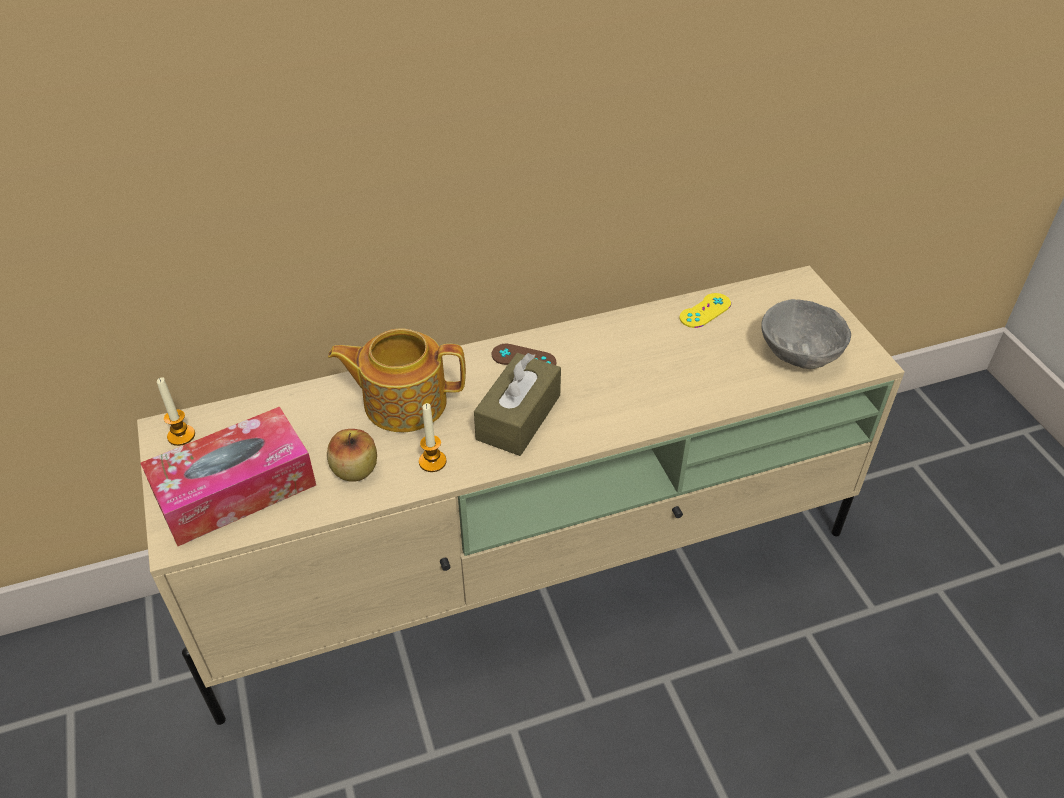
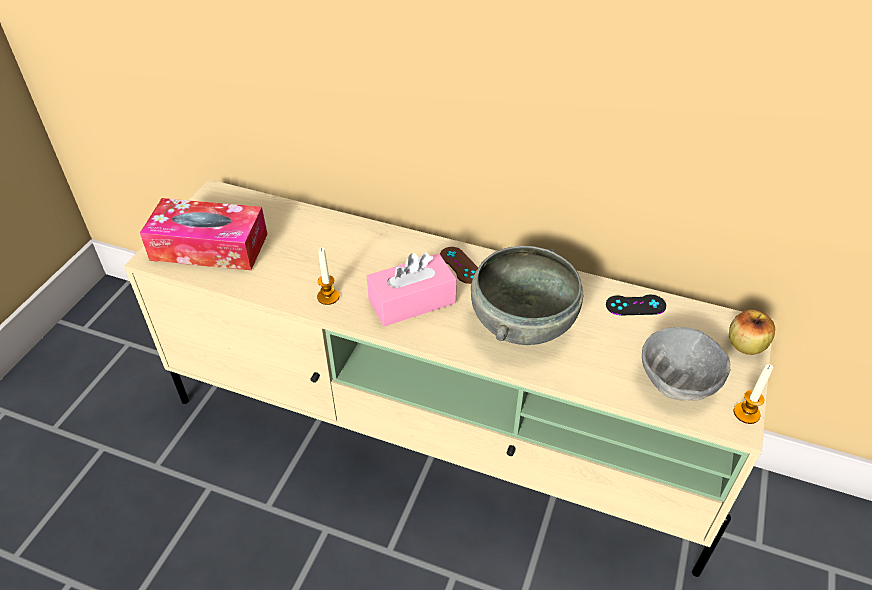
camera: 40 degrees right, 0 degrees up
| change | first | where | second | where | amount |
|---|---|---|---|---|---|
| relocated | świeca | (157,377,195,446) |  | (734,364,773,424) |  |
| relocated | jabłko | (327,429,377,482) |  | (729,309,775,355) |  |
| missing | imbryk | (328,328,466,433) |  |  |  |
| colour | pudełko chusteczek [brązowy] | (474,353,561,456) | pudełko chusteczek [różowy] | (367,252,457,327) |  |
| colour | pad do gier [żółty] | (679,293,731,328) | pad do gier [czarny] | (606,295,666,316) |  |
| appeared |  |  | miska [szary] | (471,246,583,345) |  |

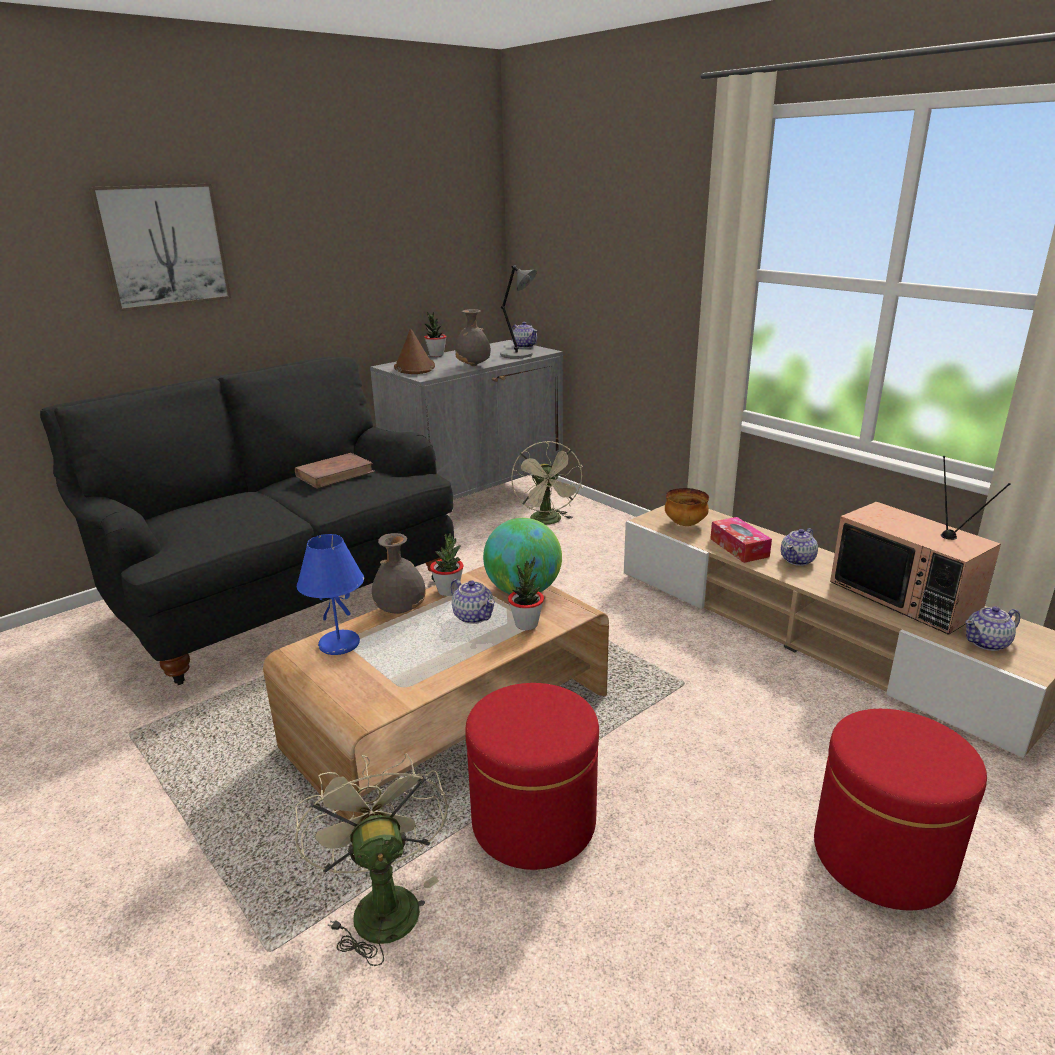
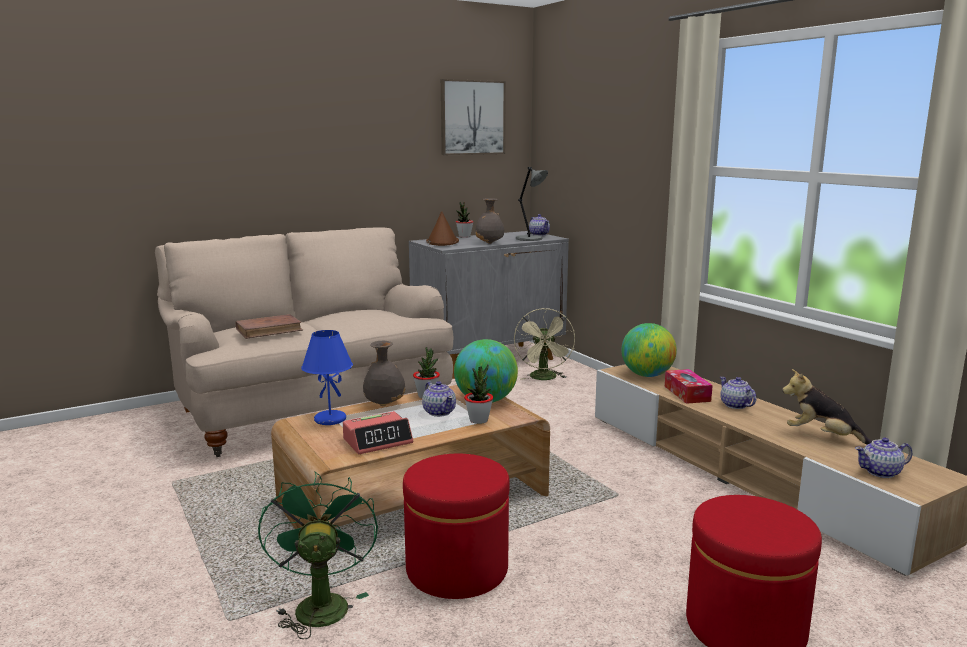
camera: 10 degrees right, 10 degrees down
| change | first | where | second | where | amount |
|---|---|---|---|---|---|
| colour | kanapa [czarny] | (40,357,454,685) | kanapa [beżowy] | (155,227,454,457) |  |
| relocated | obraz | (89,184,231,311) |  | (441,79,506,155) |  |
| relocated | książka [brązowy] | (295,453,375,489) |  | (236,314,303,339) |  |
| colour | wentylator [beżowy] | (295,753,448,966) | wentylator [zielony] | (258,471,378,639) |  |
| exchanged | miska | (665,488,709,526) | globus | (621,323,677,377) |  |
| spun | imbryk | (781,528,818,566) |  | (720,377,757,409) | 105 degrees clockwise |
| exchanged | telewizor | (830,456,1011,635) | pluszak | (782,369,872,445) |  |
| appeared |  |  | budzik | (343,411,413,455) |  |

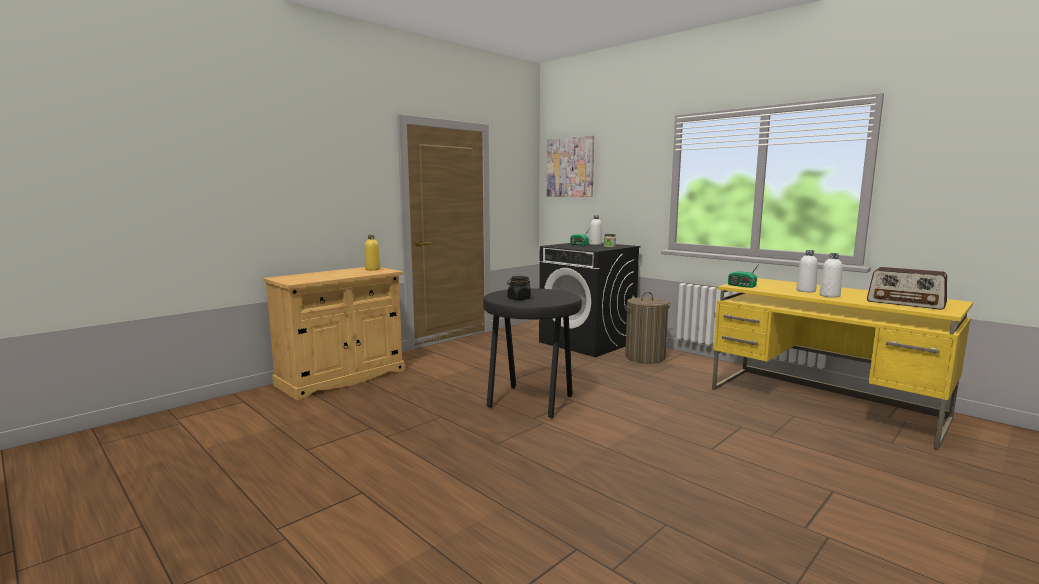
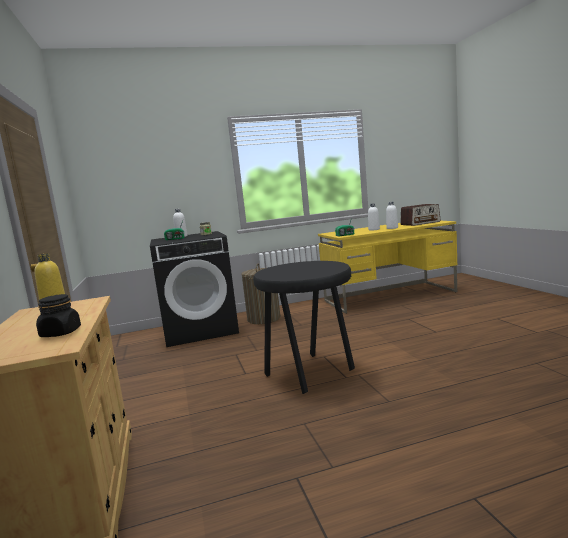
camera: 60 degrees left, 0 degrees up
| change | first | where | second | where | amount |
|---|---|---|---|---|---|
| relocated | słoik [czarny] | (507,276,531,300) |  | (36,294,81,337) |  |
| missing | obraz | (547,135,594,197) |  |  |  |

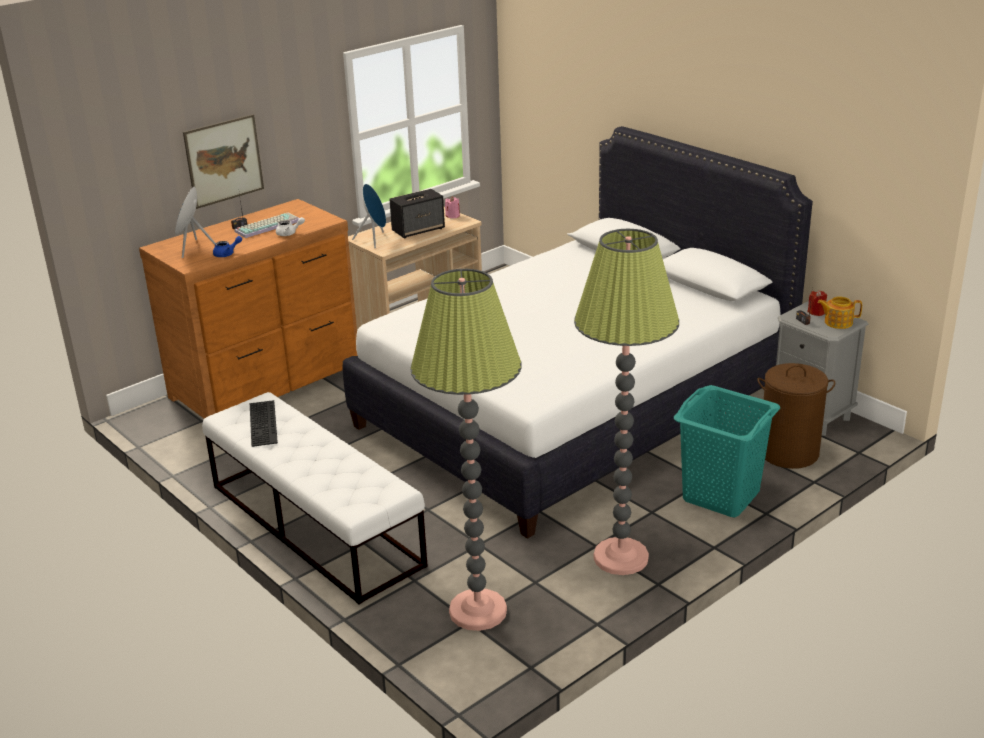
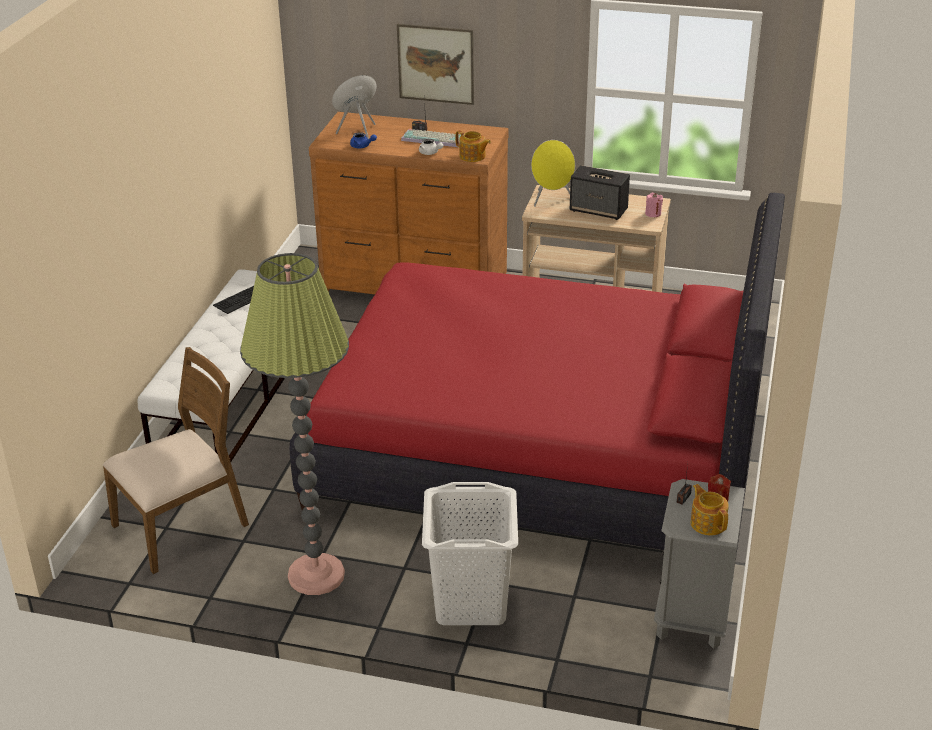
camera: 55 degrees right, 5 degrees up
| change | first | where | second | where | amount |
|---|---|---|---|---|---|
| colour | łóżko [biały] | (343,126,813,539) | łóżko [czerwony] | (290,193,785,561) |  |
| colour | głośnik [niebieski] | (352,184,386,248) | głośnik [żółty] | (531,140,575,207) |  |
| exchanged | lampa stojąca | (410,269,522,631) | krzesło [brązowy] | (103,347,249,574) |  |
| colour | kosz na pranie [turkusowy] | (674,385,780,517) | kosz na pranie [biały] | (422,482,518,625) |  |
| missing | kosz na pranie [brązowy] | (757,363,835,469) |  |  |  |
| appeared |  |  | imbryk | (455,130,491,162) |  |

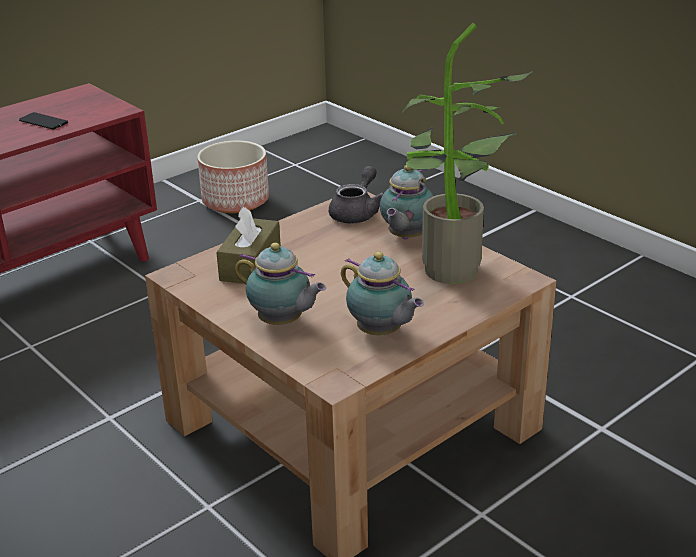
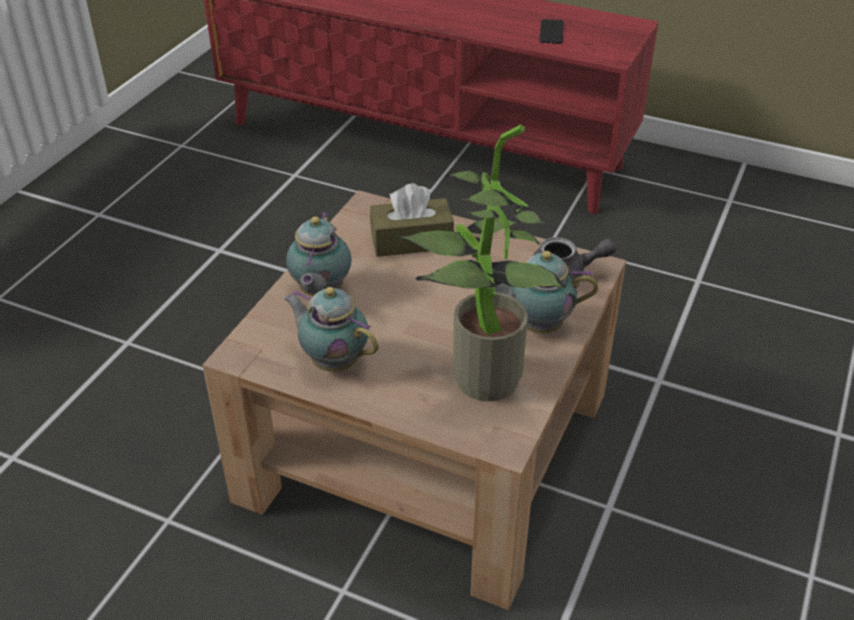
camera: 65 degrees right, 10 degrees up
| change | first | where | second | where | amount |
|---|---|---|---|---|---|
| missing | donica | (197,141,269,213) |  |  |  |
| spun | imbryk | (341,252,424,335) |  | (284,287,379,372) | 105 degrees clockwise |

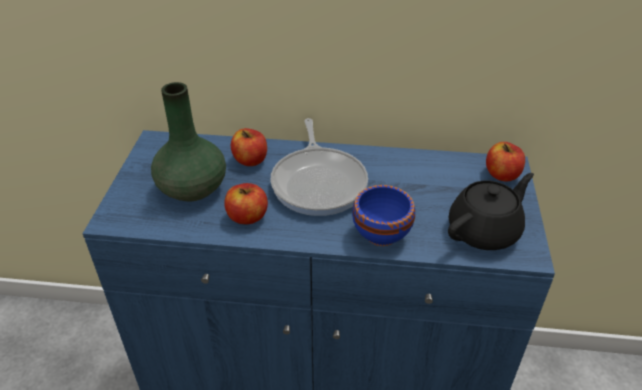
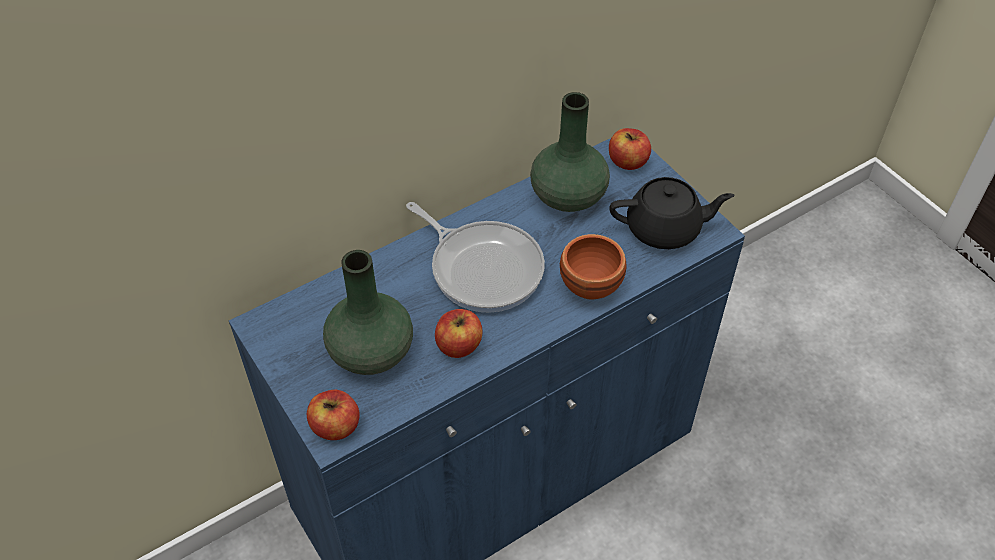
camera: 40 degrees left, 10 degrees up
| change | first | where | second | where | amount |
|---|---|---|---|---|---|
| relocated | jabłko | (231,128,267,166) |  | (307,390,360,440) |  |
| colour | miska [niebieski] | (352,185,415,246) | miska [brązowy] | (560,234,626,300) |  |
| spun | imbryk [czarny] | (448,173,534,250) |  | (609,177,735,249) | 75 degrees clockwise |
| appeared |  |  | wazon [zielony] | (530,92,610,212) |  |

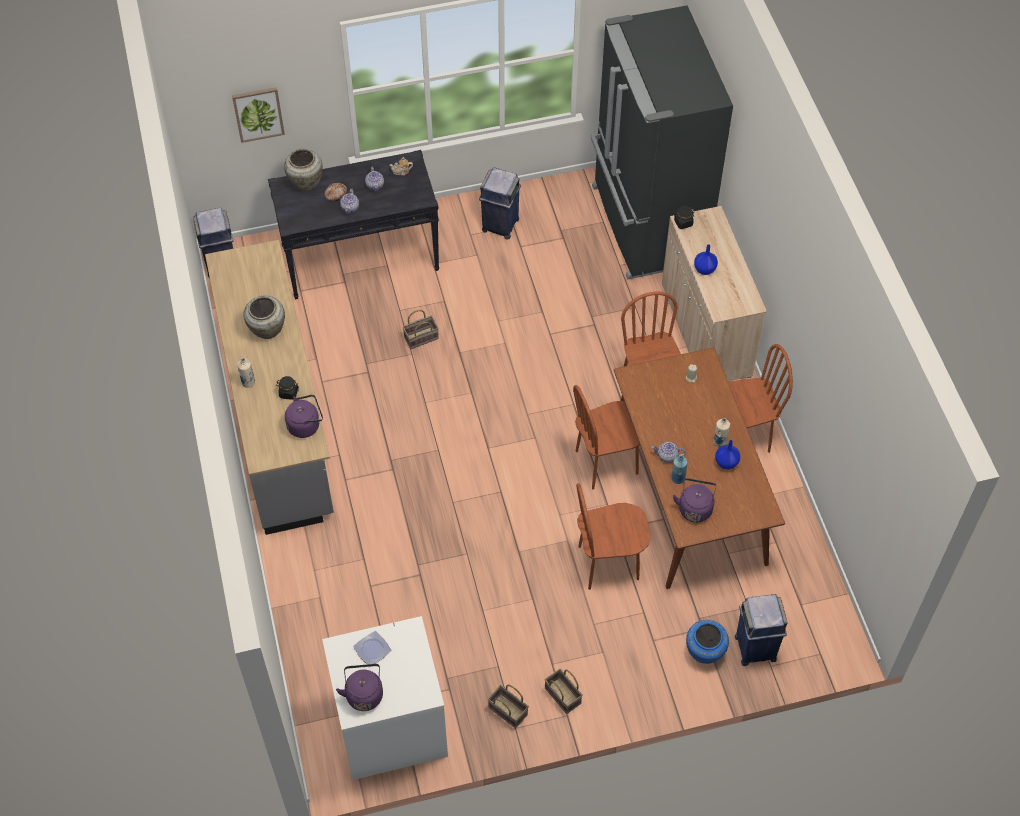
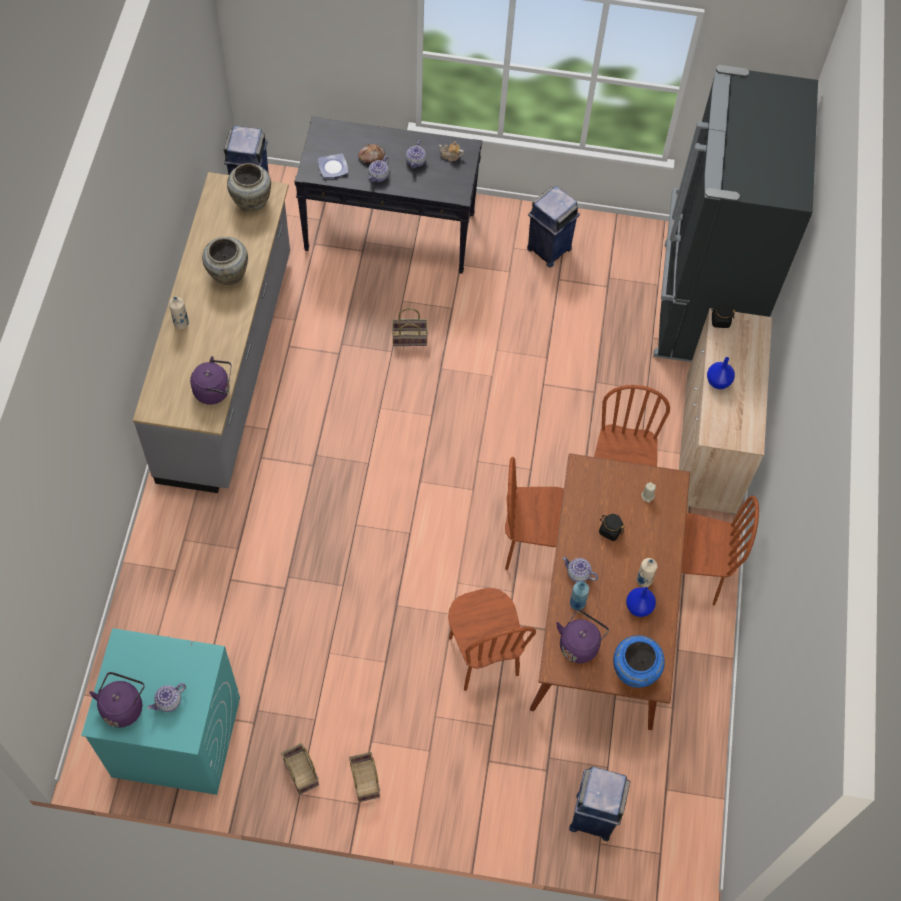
camera: 20 degrees right, 5 degrees up
| change | first | where | second | where | amount |
|---|---|---|---|---|---|
| missing | obraz | (232,87,285,143) |  |  |  |
| relocated | słoik [czarny] | (276,376,299,400) |  | (599,514,624,541) |  |
| relocated | wazon [beżowy] | (284,149,323,192) |  | (227,163,271,212) |  |
| colour | pralka [biały] | (322,616,448,780) | pralka [turkusowy] | (81,628,240,795) |  |
| relocated | talerz | (353,631,391,664) |  | (318,154,348,178) |  |
| spun | krzesło [brązowy] | (576,483,651,590) |  | (448,588,536,691) | 120 degrees counterclockwise |
| relocated | wazon [niebieski] | (686,620,729,664) |  | (613,635,665,688) |  |
| appeared |  |  | imbryk | (148,683,186,712) |  |

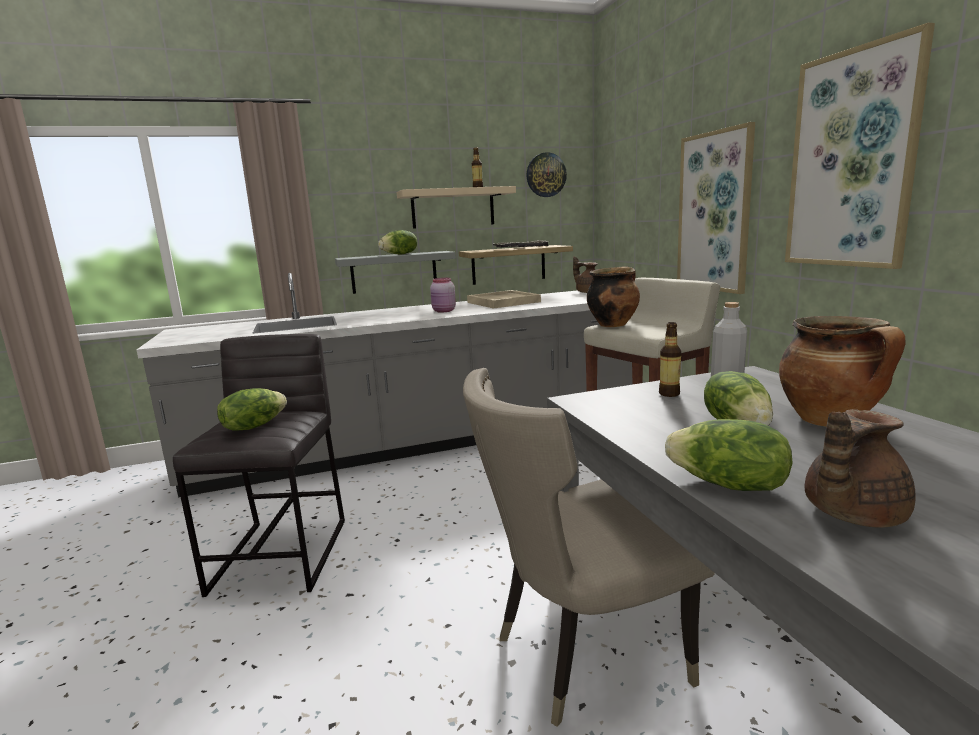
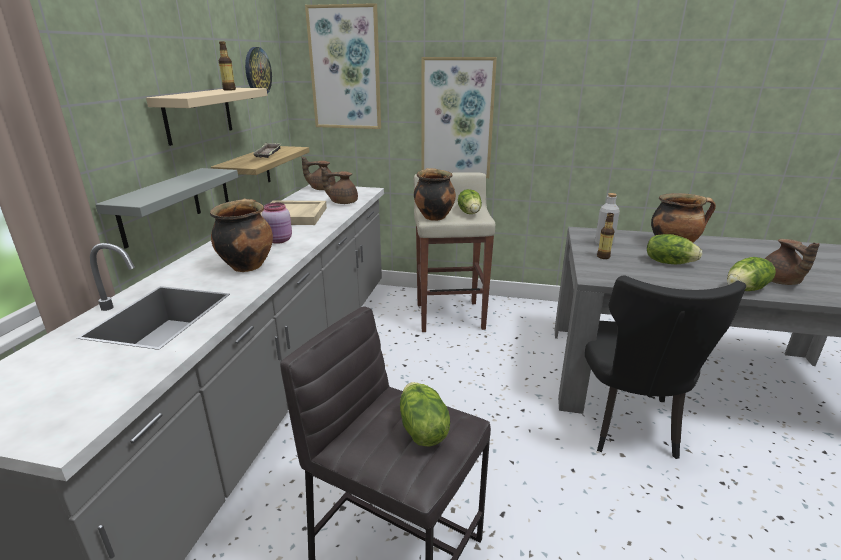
camera: 60 degrees left, 10 degrees up
| change | first | where | second | where | amount |
|---|---|---|---|---|---|
| relocated | sałata | (378,230,417,254) |  | (458,189,482,214) |  |
| colour | krzesło [beżowy] | (463,368,715,727) | krzesło [czarny] | (585,276,746,459) |  |
| relocated | obraz | (785,23,935,269) |  | (305,3,381,129) |  |
| appeared |  |  | garnek | (210,199,273,272) |  |
| appeared |  |  | imbryk [brązowy] | (321,167,358,204) |  |

